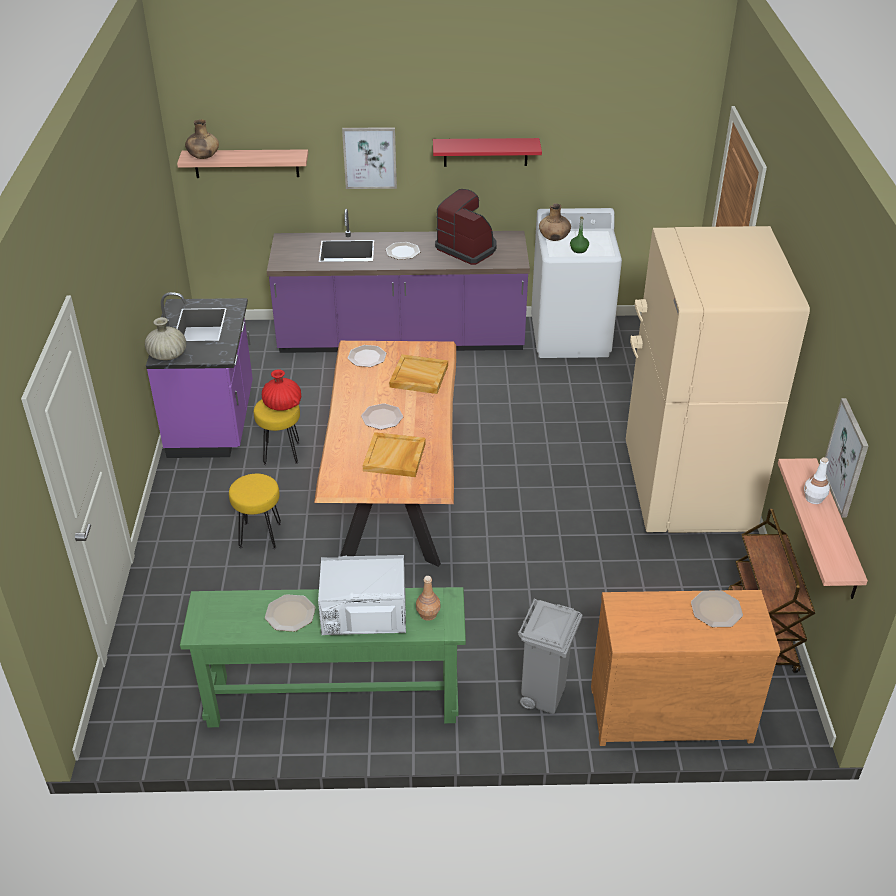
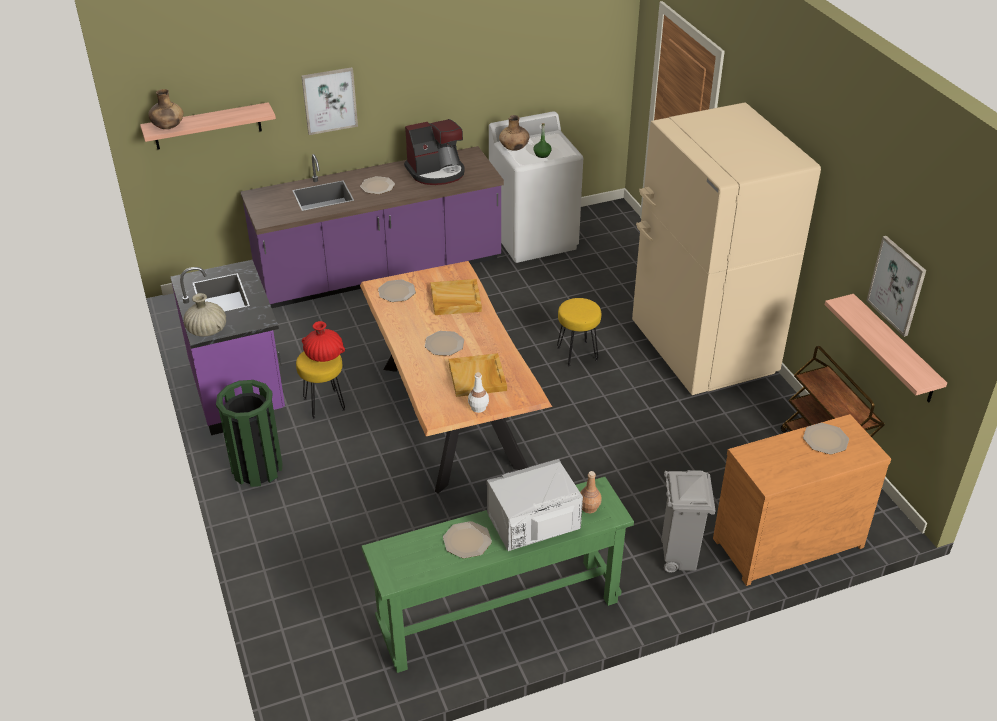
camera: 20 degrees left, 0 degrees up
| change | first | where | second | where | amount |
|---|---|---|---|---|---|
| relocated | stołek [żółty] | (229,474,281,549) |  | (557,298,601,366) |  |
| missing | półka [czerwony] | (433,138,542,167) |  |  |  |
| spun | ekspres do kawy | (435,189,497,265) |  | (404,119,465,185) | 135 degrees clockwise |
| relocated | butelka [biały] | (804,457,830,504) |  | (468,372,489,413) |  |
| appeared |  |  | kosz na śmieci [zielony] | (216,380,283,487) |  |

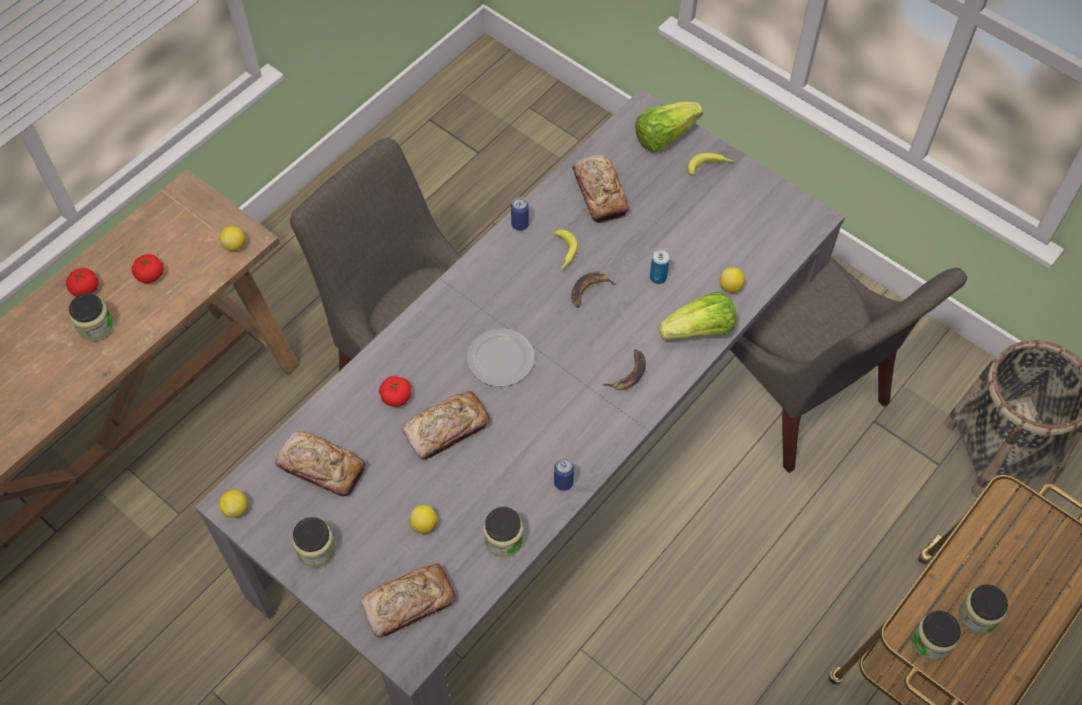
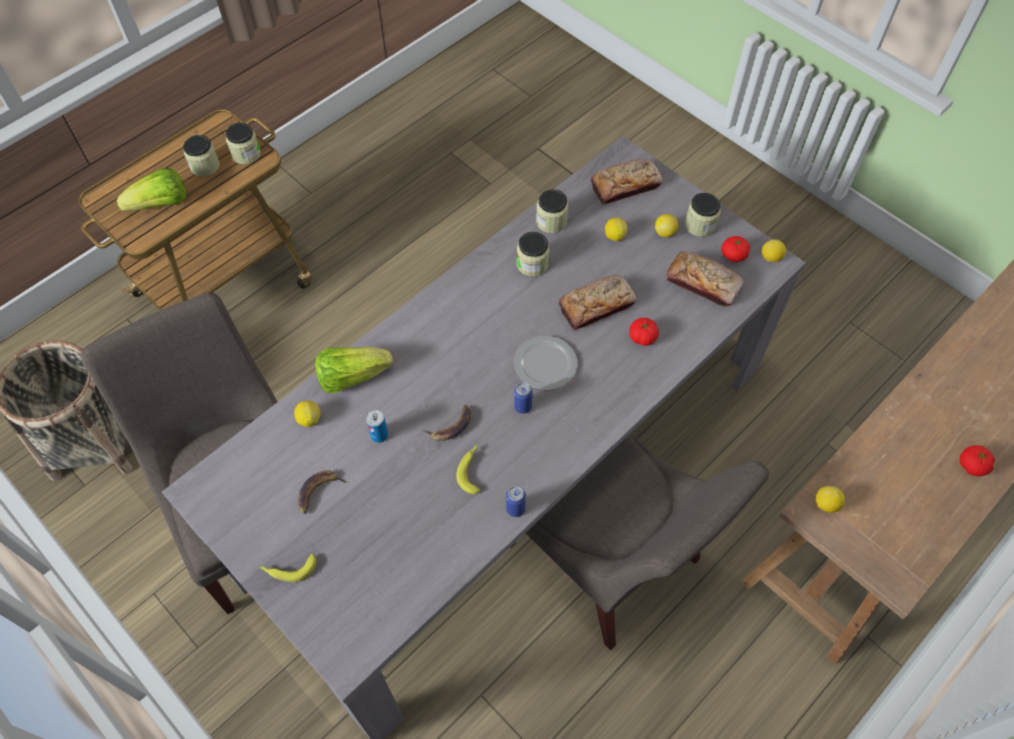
camera: 175 degrees left, 0 degrees up
| change | first | where | second | where | amount |
|---|---|---|---|---|---|
| relocated | słoik | (69,293,114,342) |  | (517,232,550,277) |  |
| relocated | pomidor | (131,254,164,283) |  | (721,236,750,262) |  |
| relocated | puszka | (554,458,574,491) |  | (514,382,533,414) |  |
| missing | chleb | (572,155,629,223) |  |  |  |
| relocated | banan | (602,349,646,390) |  | (298,470,347,514) |  |
| relocated | sałata | (635,102,703,153) |  | (117,168,187,211) |  |
| appeared |  |  | cytryna | (655,214,678,237) |  |

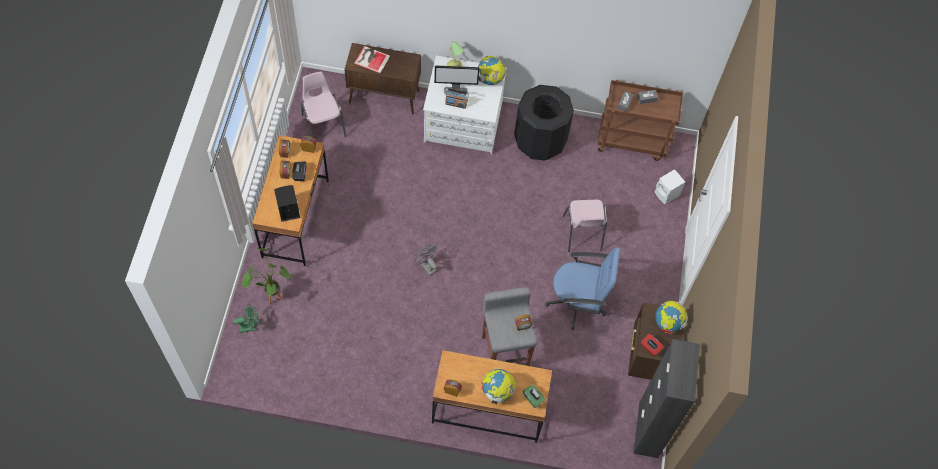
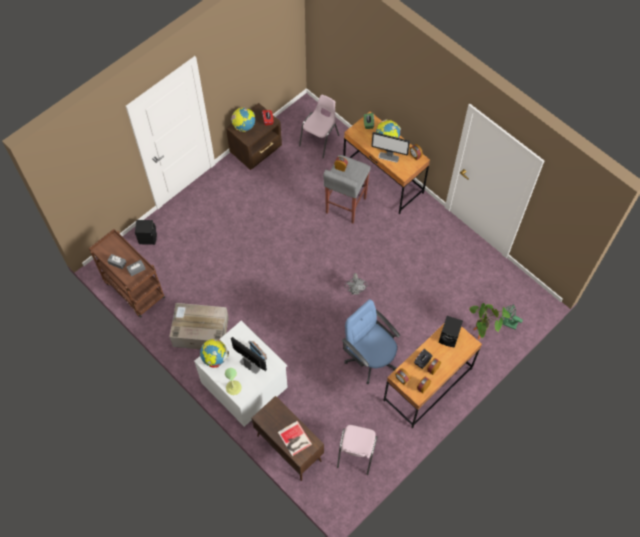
camera: 140 degrees left, 0 degrees up
| change | first | where | second | where | amount |
|---|---|---|---|---|---|
| exchanged | kosz na śmieci [czarny] | (514,85,574,161) | karton | (169,303,229,349) |  |
| relocated | krzesło biurowe [niebieski] | (546,247,620,331) |  | (342,299,400,384) |  |
| relocated | krzesło [różowy] | (563,200,607,252) |  | (299,95,339,158) |  |
| missing | szafka [czarny] | (633,339,700,458) |  |  |  |
| colour | głośnik [biały] | (655,169,685,204) | głośnik [czarny] | (135,220,157,245) |  |
| appeared |  |  | monitor | (371,132,410,162) |  |

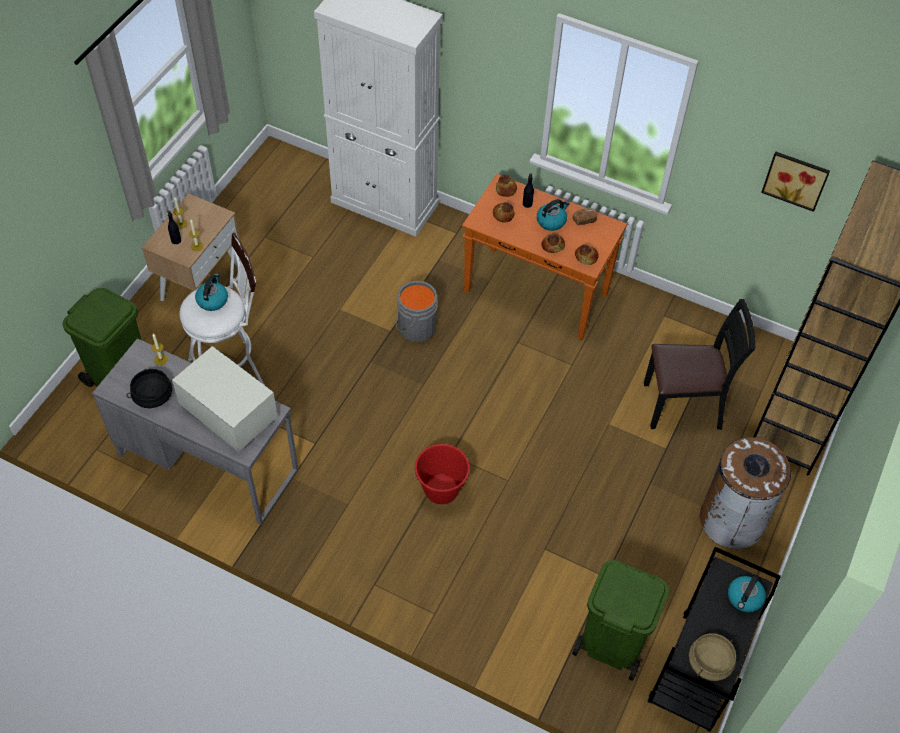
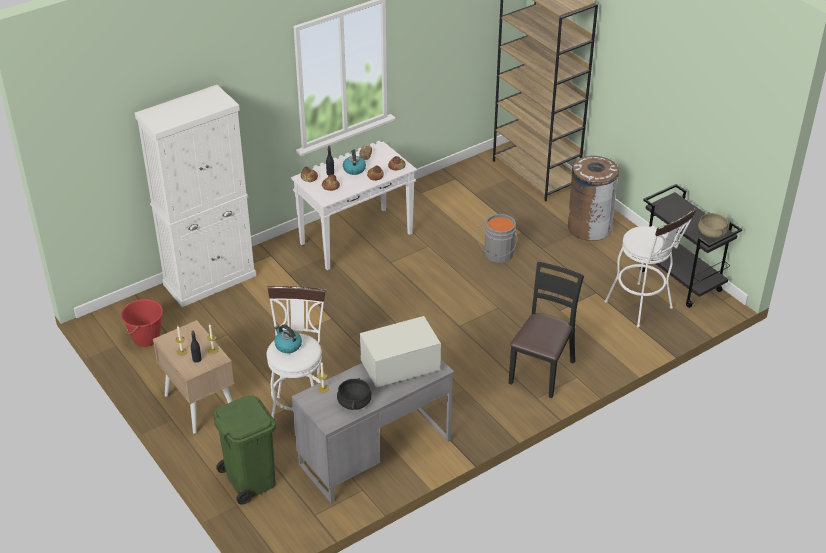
camera: 60 degrees left, 15 degrees down
| change | first | where | second | where | amount |
|---|---|---|---|---|---|
| relocated | wiadro [szary] | (396,281,438,342) |  | (477,214,517,263) |  |
| relocated | wiadro [czerwony] | (414,444,470,504) |  | (121,299,163,347) |  |
| colour | stolik konsolowy [pomarańczowy] | (462,174,627,340) | stolik konsolowy [biały] | (291,141,417,270) |  |
| exchanged | kosz na śmieci [zielony] | (572,560,669,681) | stołek [biały] | (604,208,697,327) |  |
| relocated | krzesło [czarny] | (644,299,756,430) |  | (509,262,584,398) |  |
| missing | czajnik | (728,574,766,612) |  |  |  |
| missing | obraz | (761,151,830,212) |  |  |  |

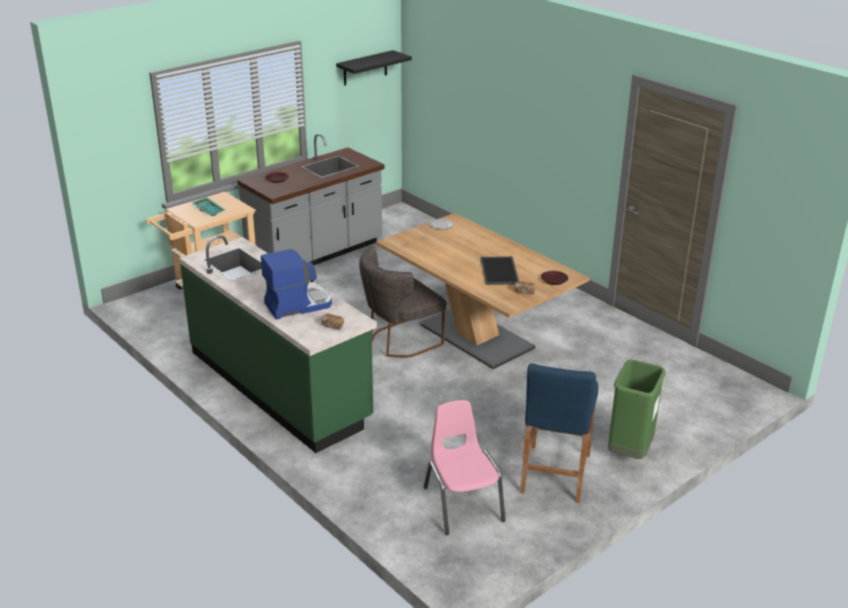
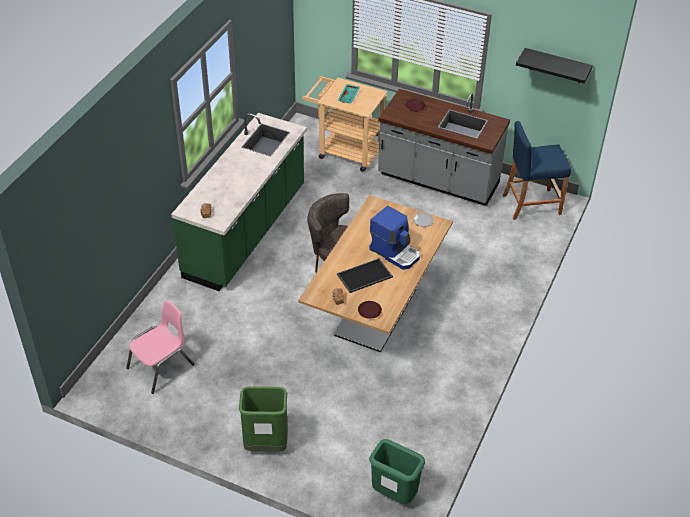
camera: 65 degrees right, 15 degrees up
| change | first | where | second | where | amount |
|---|---|---|---|---|---|
| relocated | ekspres do kawy | (261,249,332,320) |  | (369,206,420,270) |  |
| relocated | stołek [niebieski] | (520,363,598,503) |  | (503,121,571,220) |  |
| appeared |  |  | kosz na śmieci [zielony] | (369,439,425,504) |  |

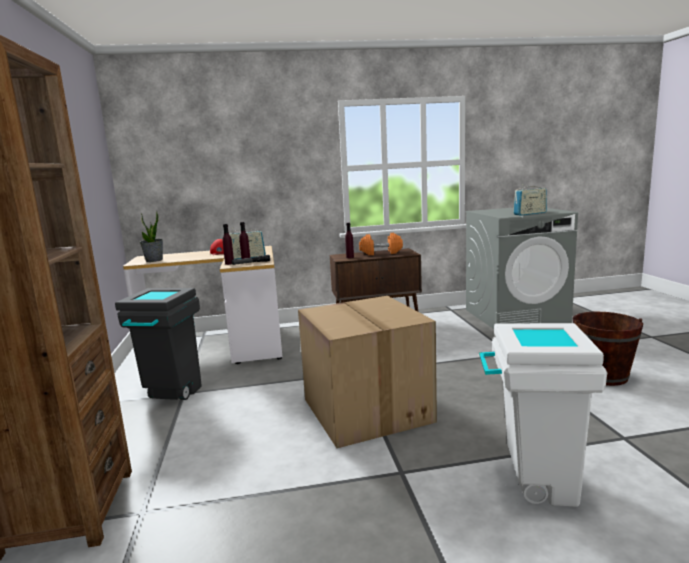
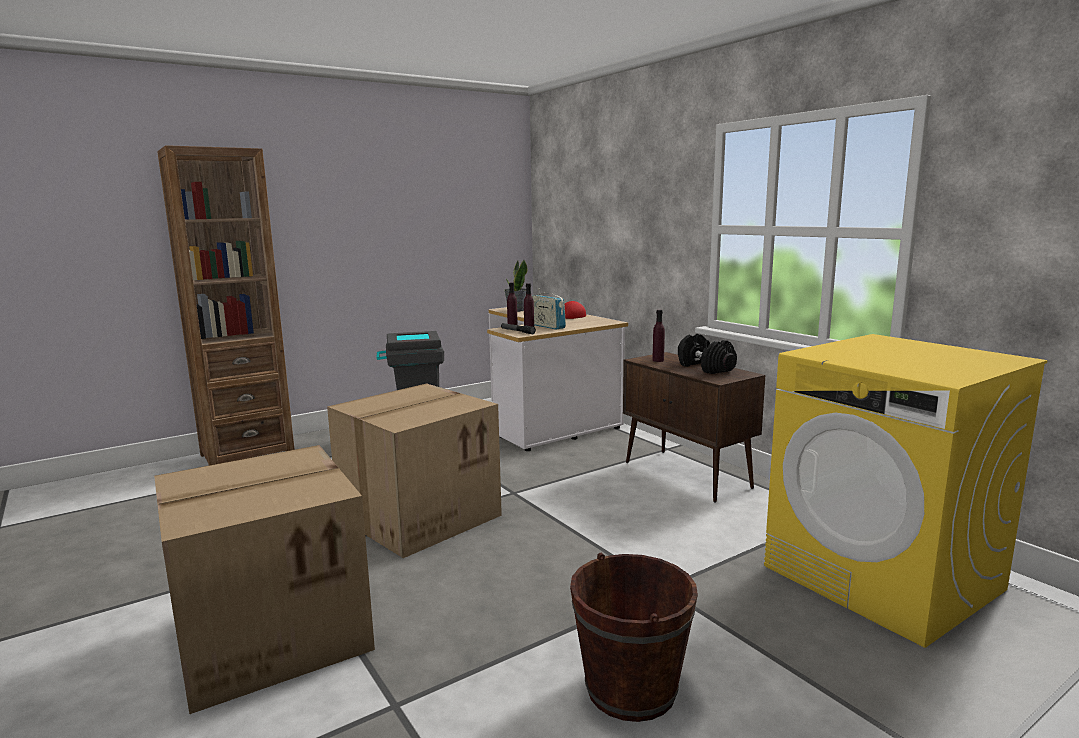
camera: 65 degrees right, 0 degrees up
| change | first | where | second | where | amount |
|---|---|---|---|---|---|
| colour | hantel [pomarańczowy] | (359,232,403,255) | hantel [czarny] | (678,334,737,374) |  |
| colour | pralka [szary] | (465,208,578,329) | pralka [żółty] | (764,334,1048,648) |  |
| exchanged | kosz na śmieci [biały] | (479,323,607,507) | karton | (154,445,375,714) |  |
| missing | radio | (513,184,547,216) |  |  |  |

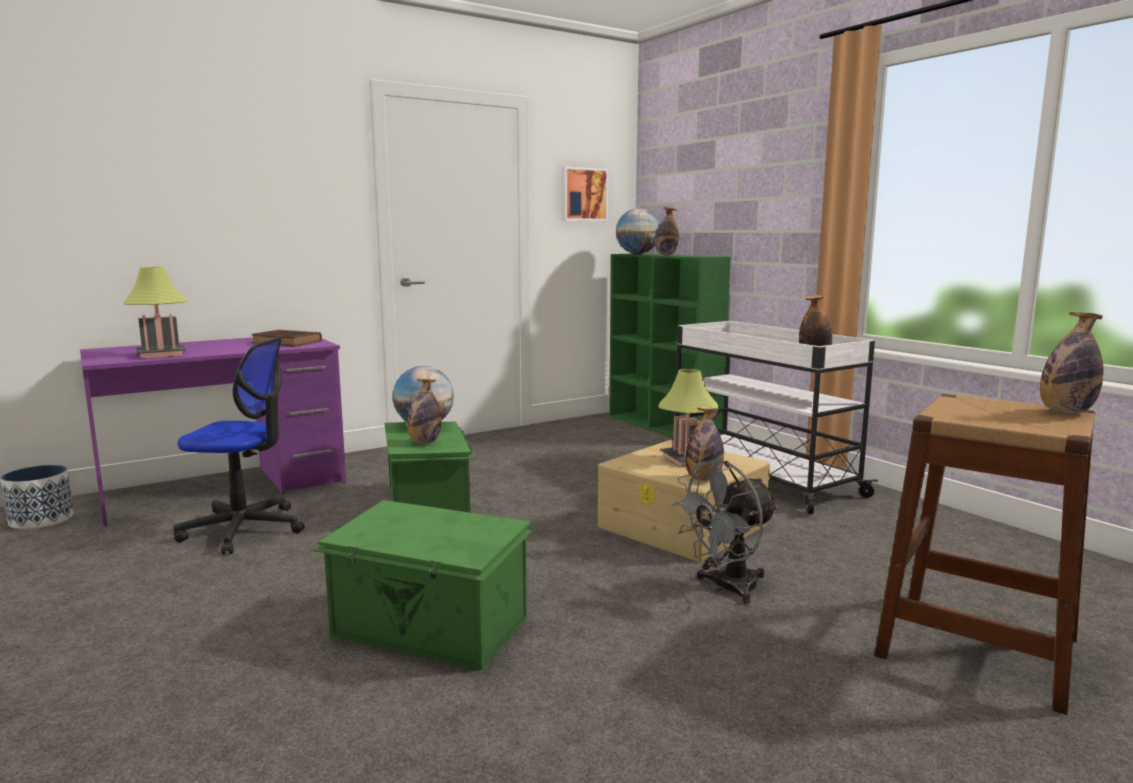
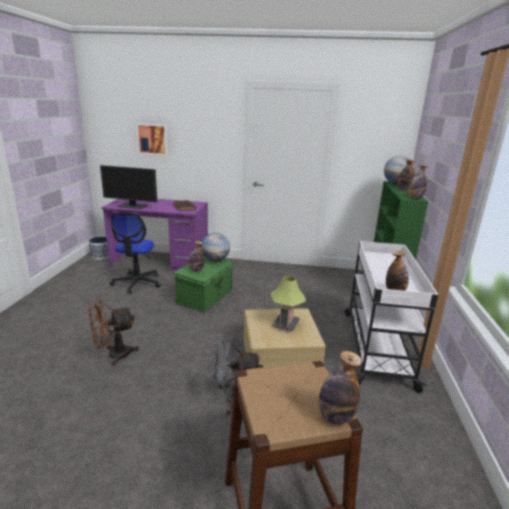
camera: 40 degrees right, 10 degrees up
| change | first | where | second | where | amount |
|---|---|---|---|---|---|
| exchanged | lampa stołowa | (123,267,187,358) | monitor | (100,165,157,209) |  |
| spun | krzesło biurowe | (173,337,304,555) |  | (110,213,161,294) | 45 degrees clockwise |
| exchanged | pojemnik do przechowywania [zielony] | (313,500,533,671) | wentylator [brązowy] | (88,299,139,366) |  |
| relocated | obraz | (562,166,609,221) |  | (136,123,168,155) |  |
| relocated | butelka | (686,407,724,480) |  | (407,165,428,199) |  |

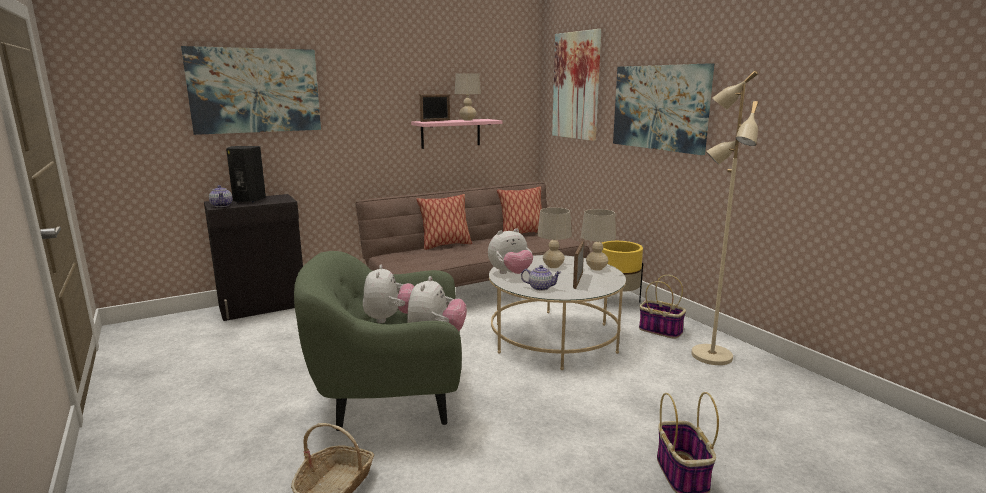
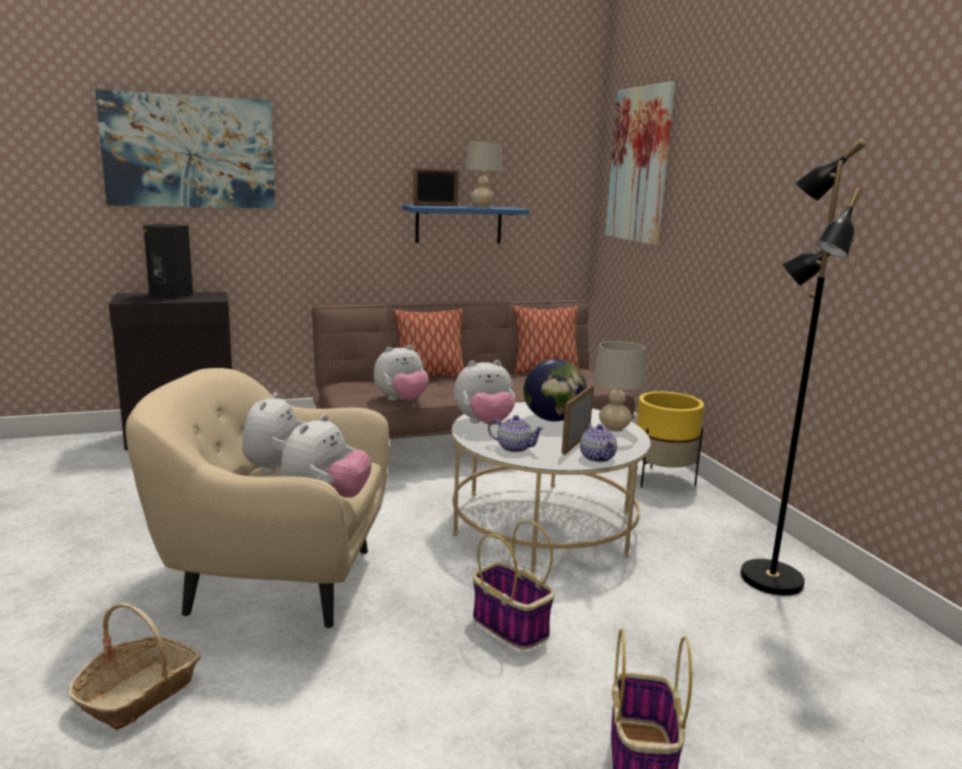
camera: 10 degrees right, 0 degrees up
| change | first | where | second | where | amount |
|---|---|---|---|---|---|
| relocated | imbryk | (209,185,233,207) |  | (580,424,617,462) |  |
| colour | fotel [zielony] | (294,251,462,431) | fotel [beżowy] | (126,368,389,628) |  |
| colour | półka [różowy] | (411,119,502,149) | półka [niebieski] | (402,205,530,243) |  |
| exchanged | lampa stołowa [beżowy] | (537,208,572,268) | globus | (524,359,586,422) |  |
| missing | obraz | (613,63,714,155) |  |  |  |
| relocated | koszyk | (639,275,686,339) |  | (473,520,555,650) |  |
| colour | lampa stojąca [beżowy] | (691,70,758,365) | lampa stojąca [czarny] | (741,139,866,596) |  |
| appeared |  |  | pluszak | (374,345,429,401) |  |

